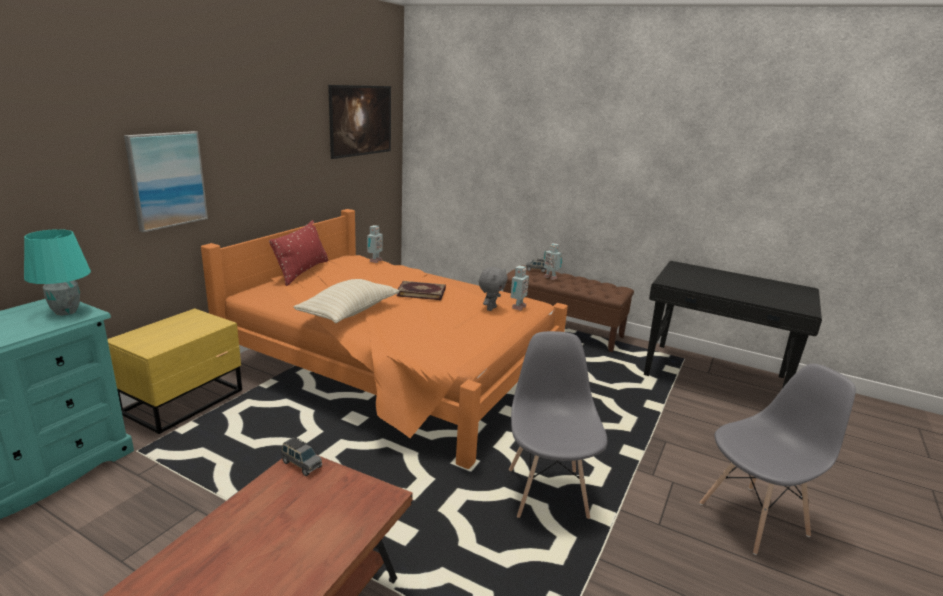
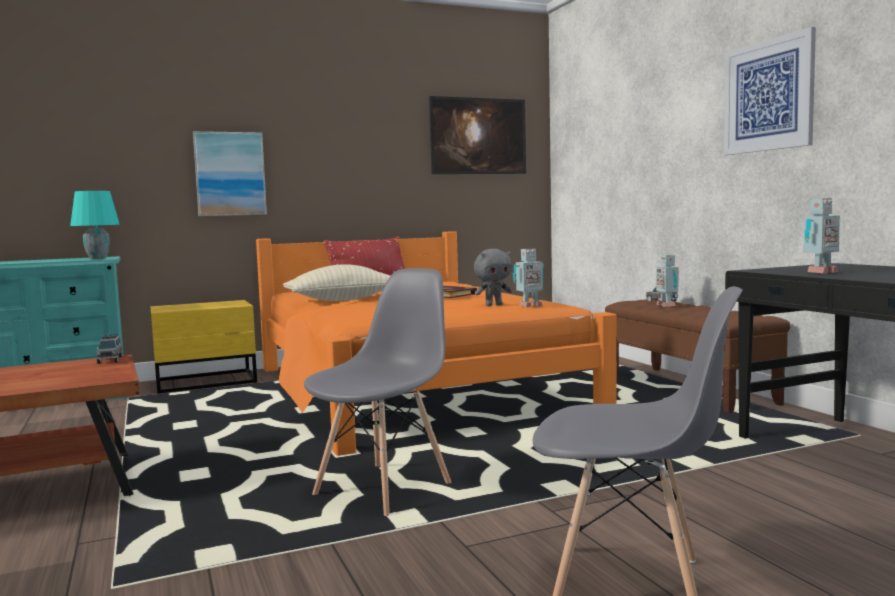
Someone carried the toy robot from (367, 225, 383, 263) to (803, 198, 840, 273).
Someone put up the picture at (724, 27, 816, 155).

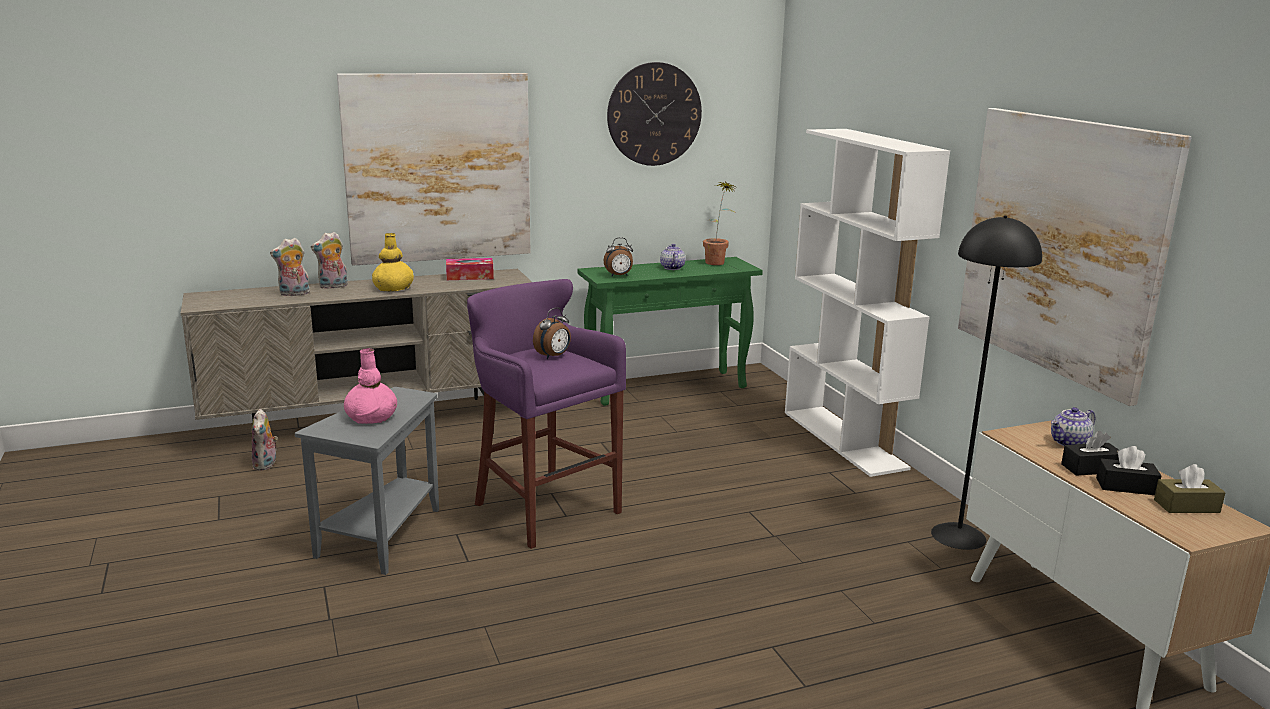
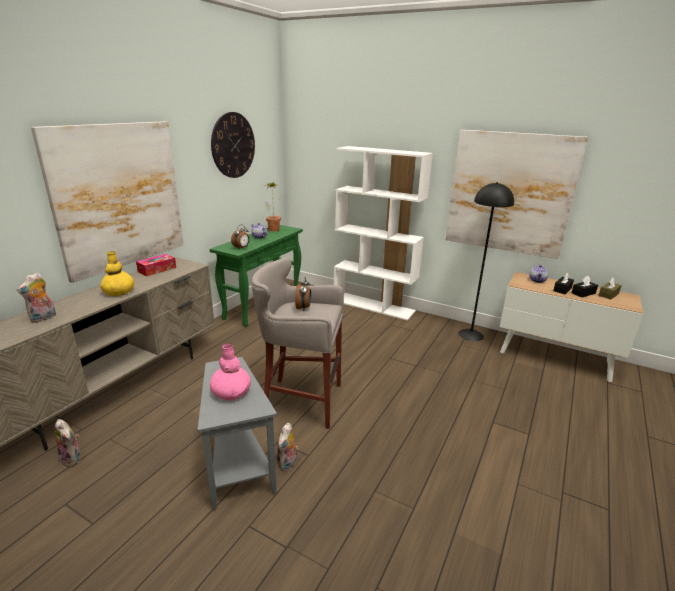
Someone carried the plush toy from (311, 232, 348, 289) to (277, 423, 298, 471).
Someone repainted the stool/purple at (467, 279, 626, 549), which became the stool/grey at (252, 257, 344, 429).

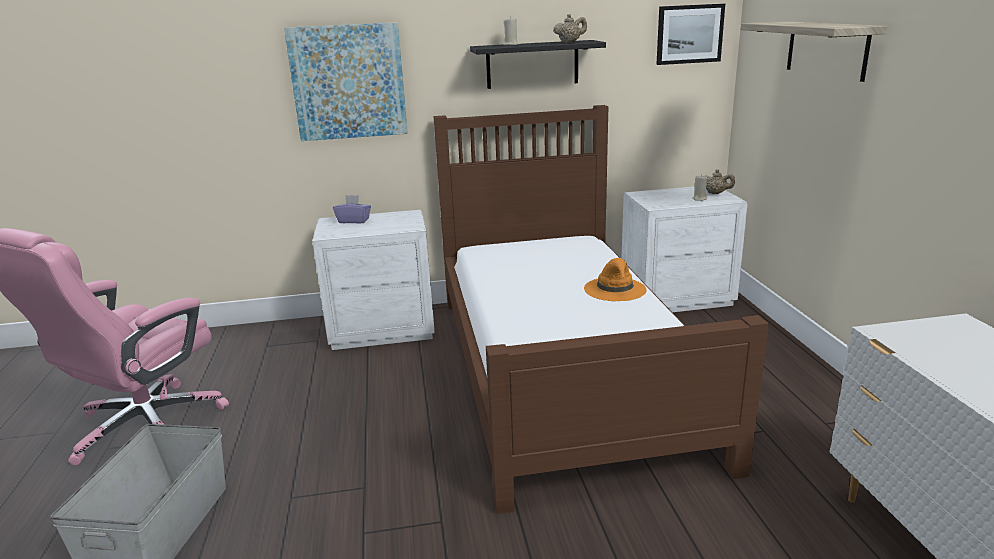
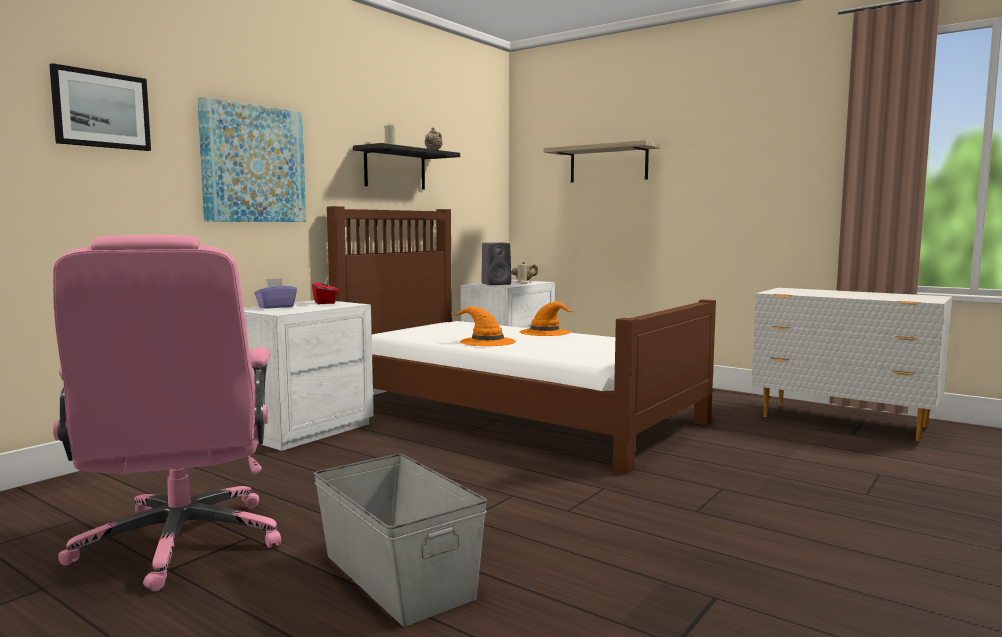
Someone carried the picture from (656, 4, 725, 65) to (49, 63, 151, 151).
Someone put down the speaker/grey at (481, 242, 511, 285).
Someone put down the tissue box/red at (312, 276, 338, 304).
Someone put down the hat/orange at (452, 307, 516, 346).

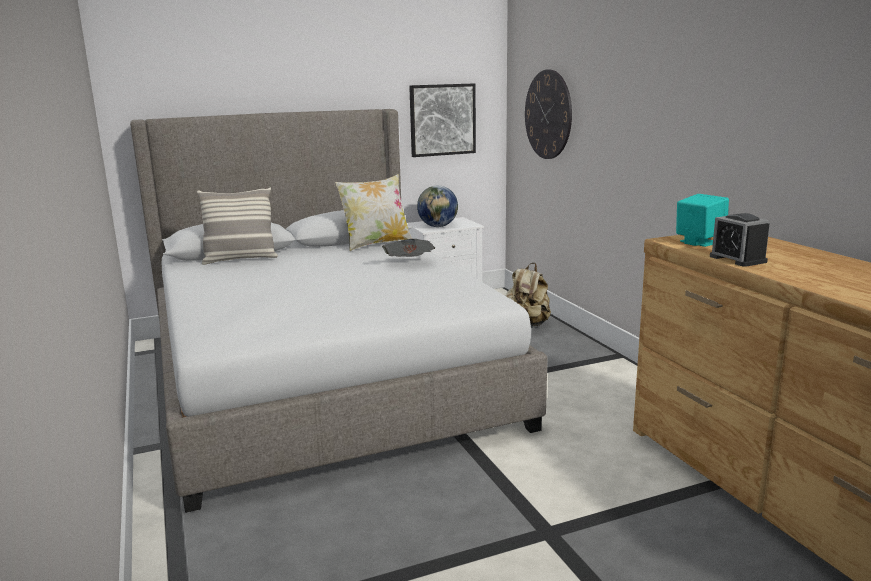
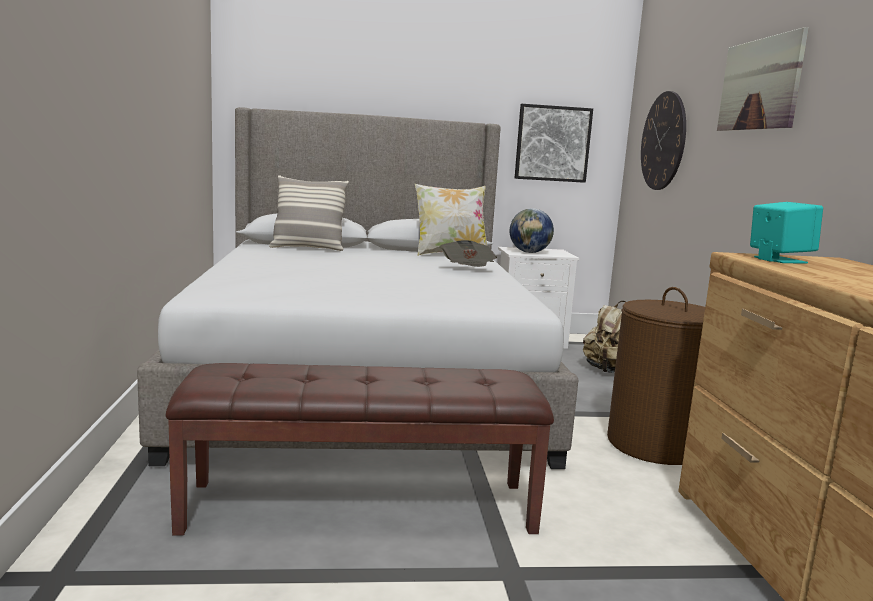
Someone took away the alarm clock at (710, 213, 770, 267).
Someone put up the picture at (717, 27, 809, 131).
Someone put down the laundry basket/brown at (607, 287, 705, 465).
Someone put down the bench/brown at (166, 363, 554, 536).

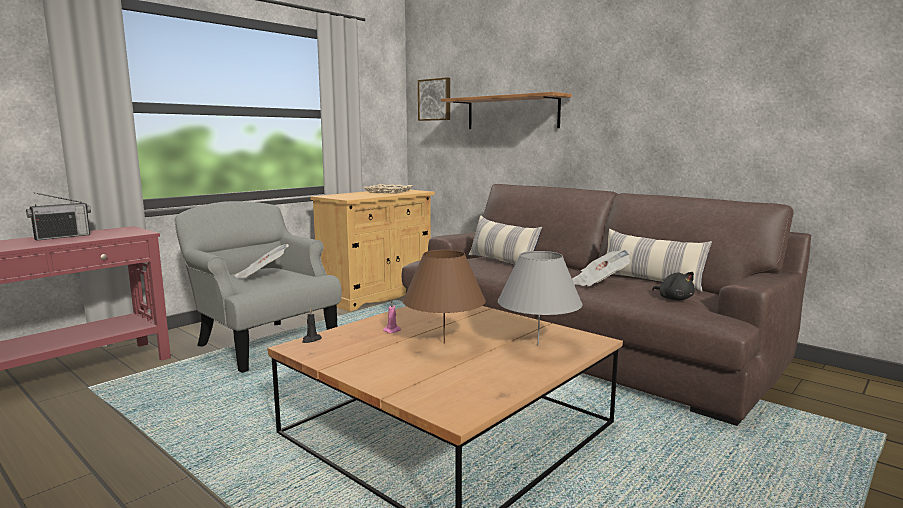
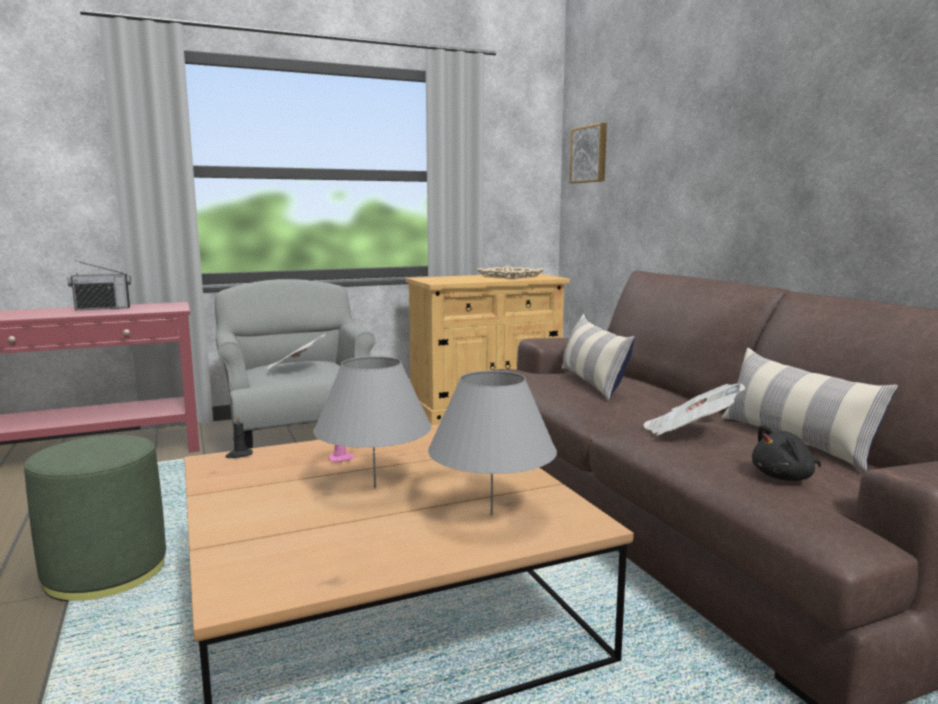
Someone took away the shelf at (441, 92, 572, 129).
Someone repainted the table lamp/brown at (403, 250, 486, 344), which became the table lamp/grey at (313, 356, 432, 488).
Someone rotated the plush toy/black at (652, 272, 695, 300) by 75 degrees clockwise.
Someone put down the ottoman/green at (24, 435, 166, 602).

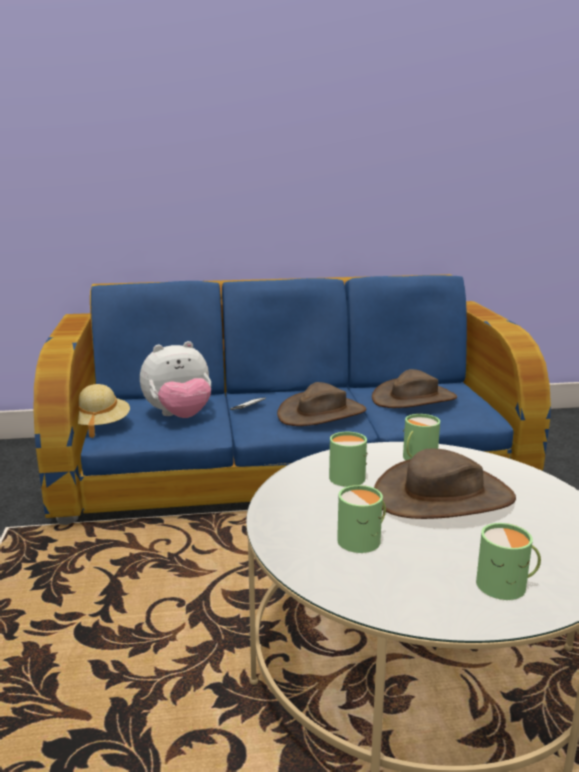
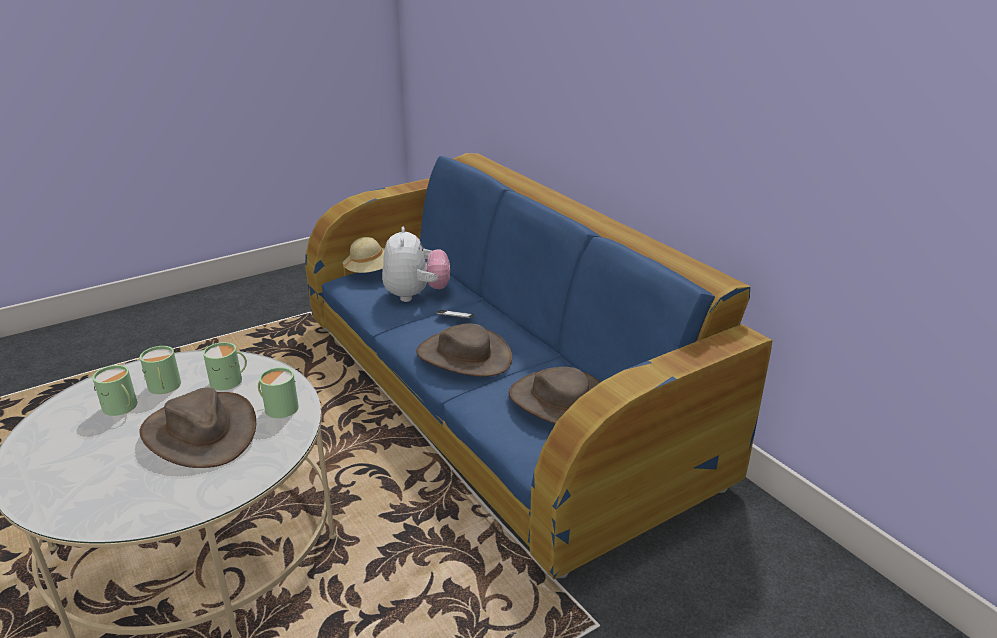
Someone rotated the plush toy at (140, 341, 211, 418) by 135 degrees counterclockwise.
Someone carried the mug/green from (476, 523, 541, 600) to (140, 346, 181, 394).

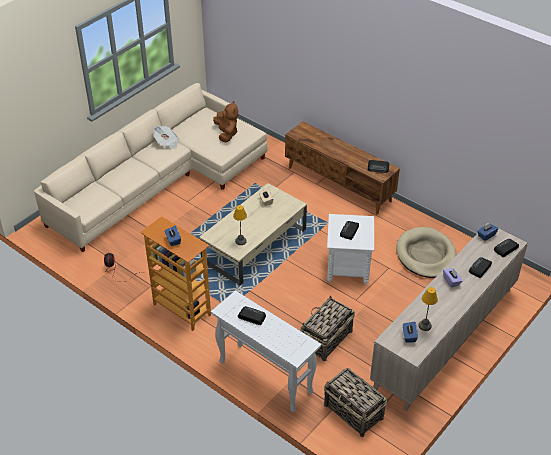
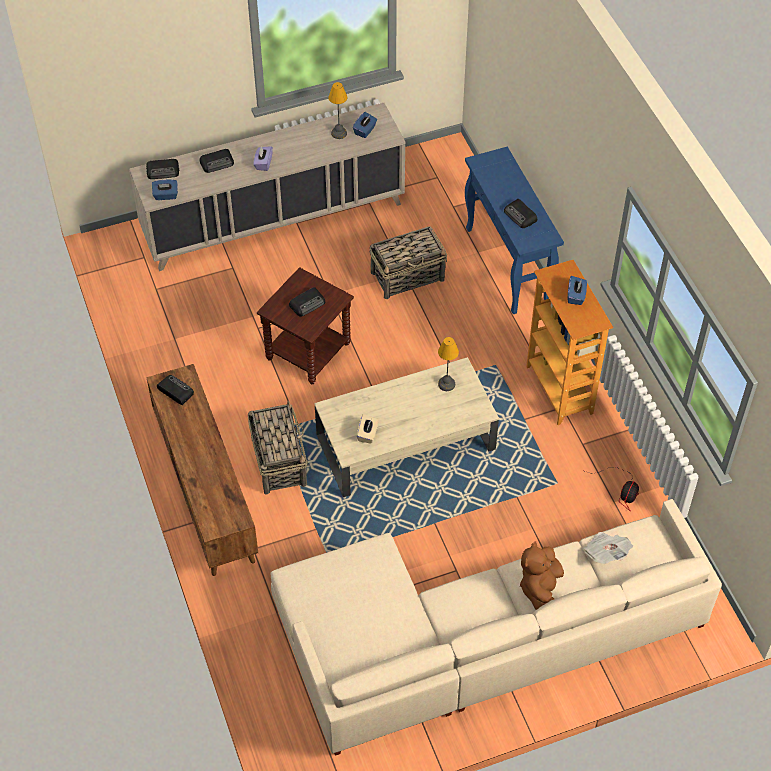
Someone carried the plush toy/brown from (213, 101, 238, 143) to (520, 541, 564, 610).
Someone carried the newspaper from (153, 126, 180, 149) to (583, 532, 633, 564).
Someone repainted the side table/white at (327, 214, 374, 284), which became the side table/brown at (257, 268, 354, 384).
Someone took away the dog bed/beige at (396, 227, 457, 278).
Someone repainted the console table/white at (211, 290, 321, 412), which became the console table/blue at (465, 147, 564, 314).
Someone carried the basket from (324, 368, 387, 437) to (248, 401, 309, 495).

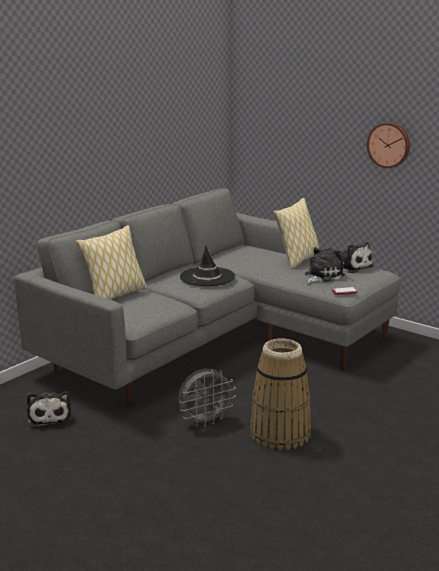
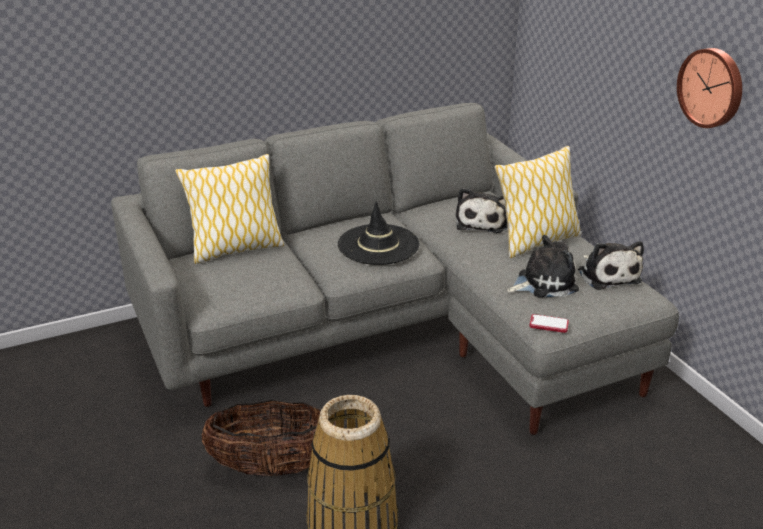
Someone swapped the fan/grey at (178, 369, 236, 427) for the basket at (202, 400, 336, 476).
Someone carried the plush toy from (27, 391, 72, 428) to (456, 188, 507, 233).

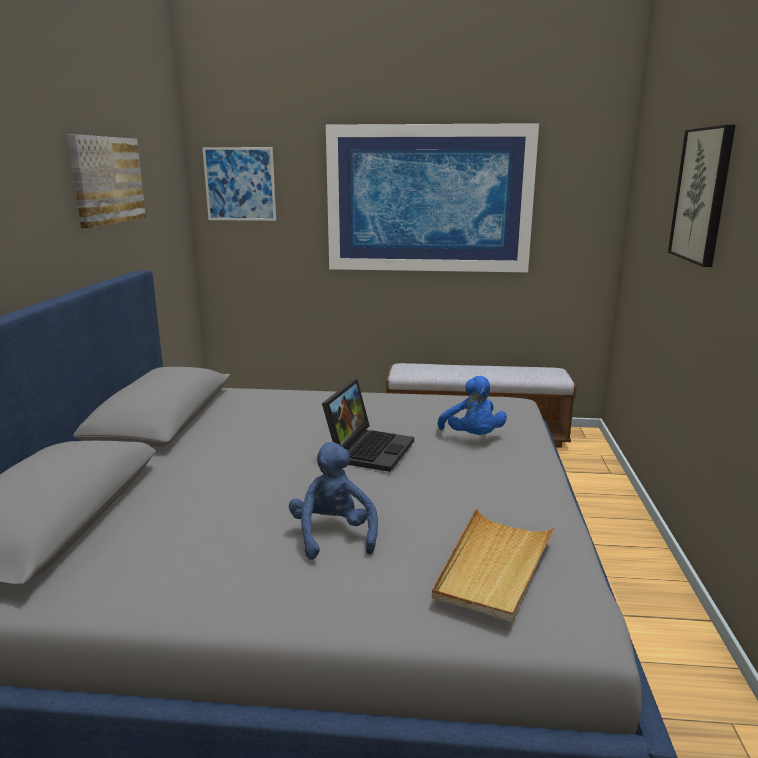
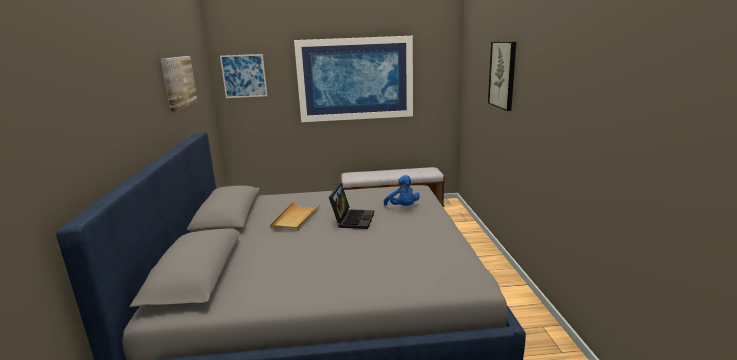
Someone took away the plush toy/blue at (289, 442, 378, 560).
Someone carried the tray/beige from (432, 508, 555, 623) to (270, 202, 321, 231).

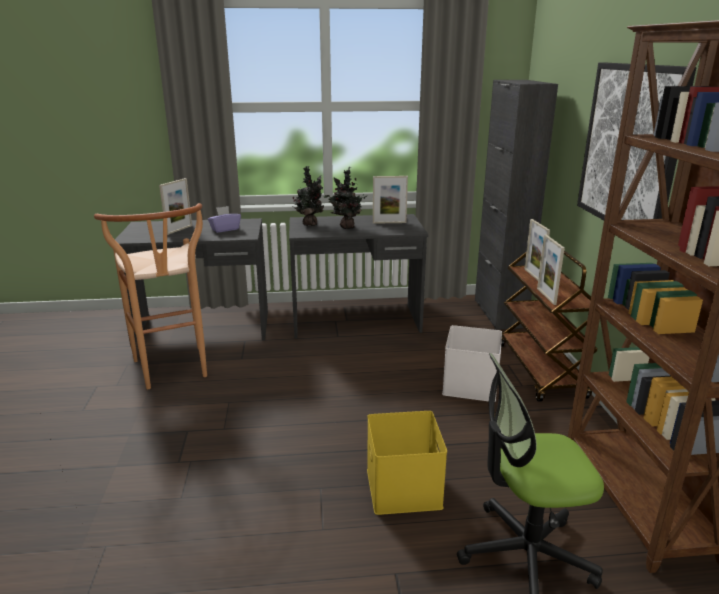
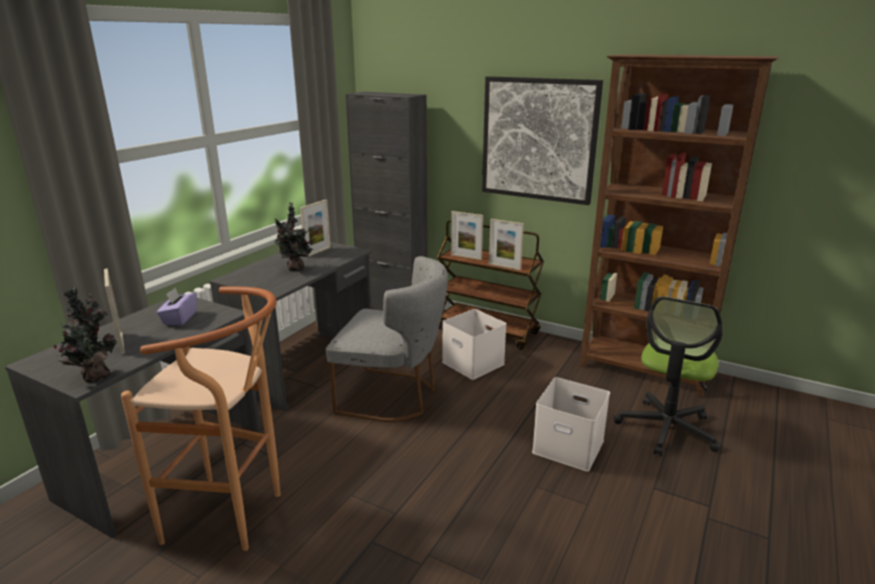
Someone carried the potted plant from (292, 166, 324, 226) to (53, 287, 118, 382).
Someone repainted the storage box/yellow at (367, 411, 447, 515), which became the storage box/white at (532, 377, 610, 472).
Someone put down the chair/grey at (326, 256, 448, 422).

